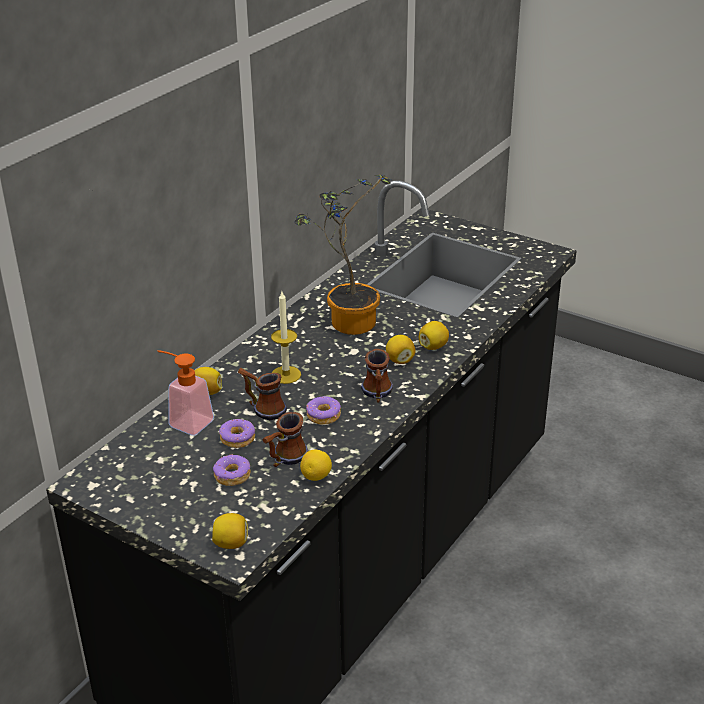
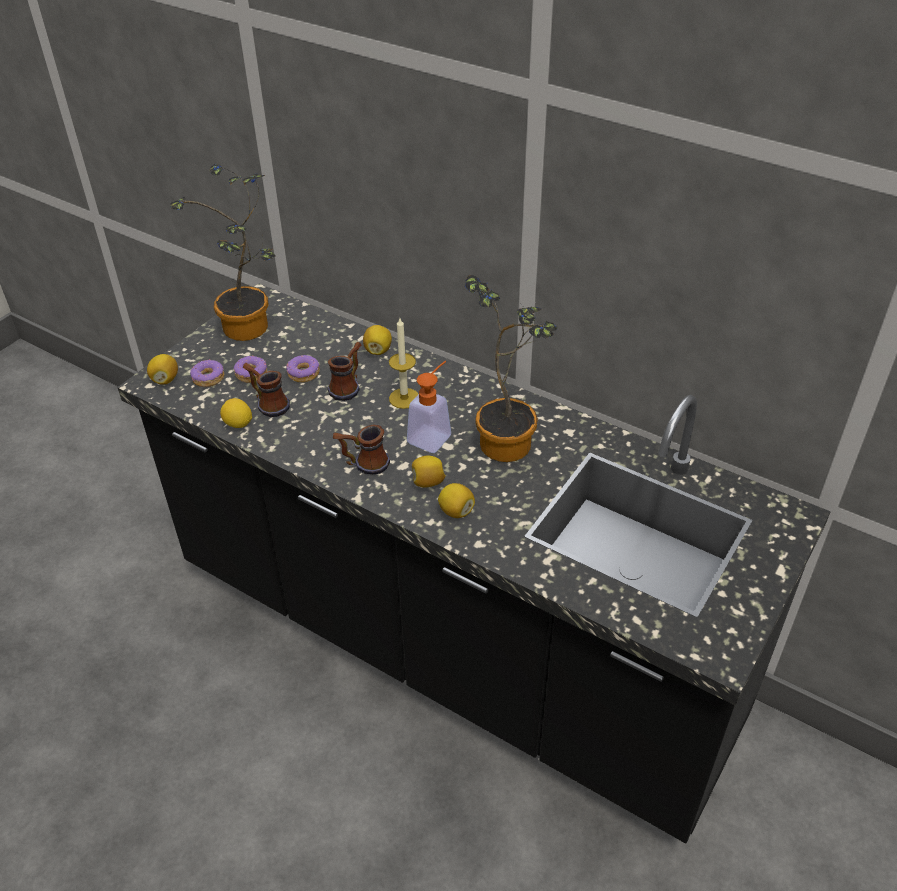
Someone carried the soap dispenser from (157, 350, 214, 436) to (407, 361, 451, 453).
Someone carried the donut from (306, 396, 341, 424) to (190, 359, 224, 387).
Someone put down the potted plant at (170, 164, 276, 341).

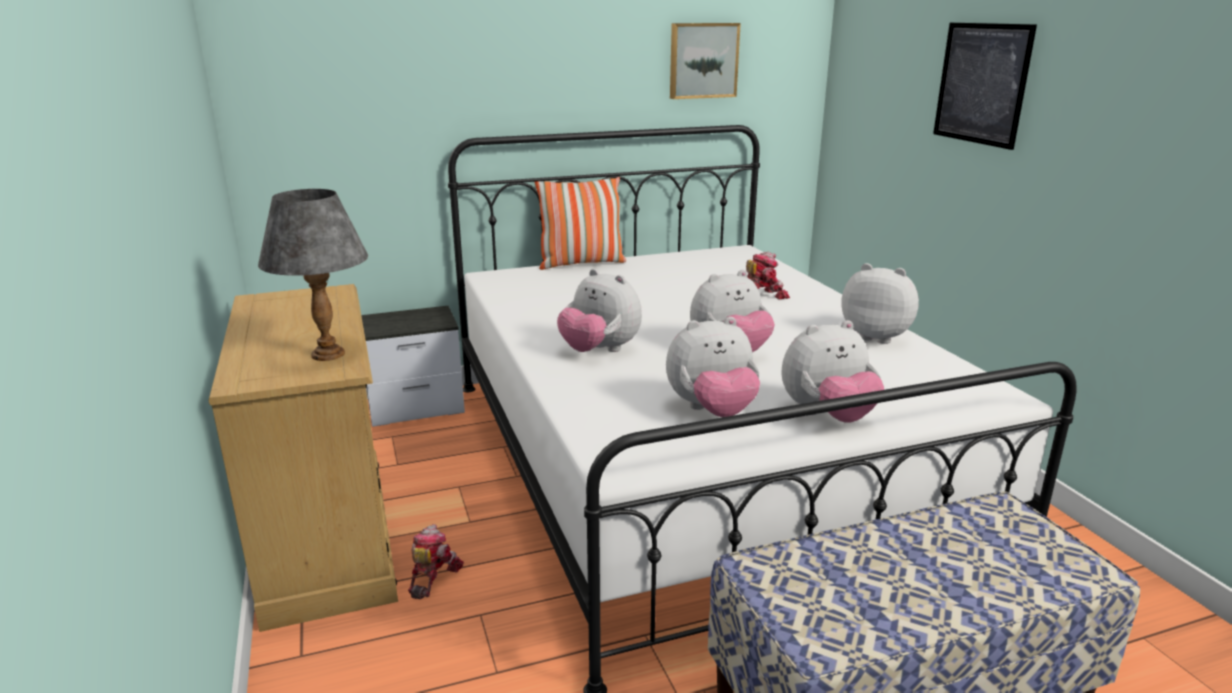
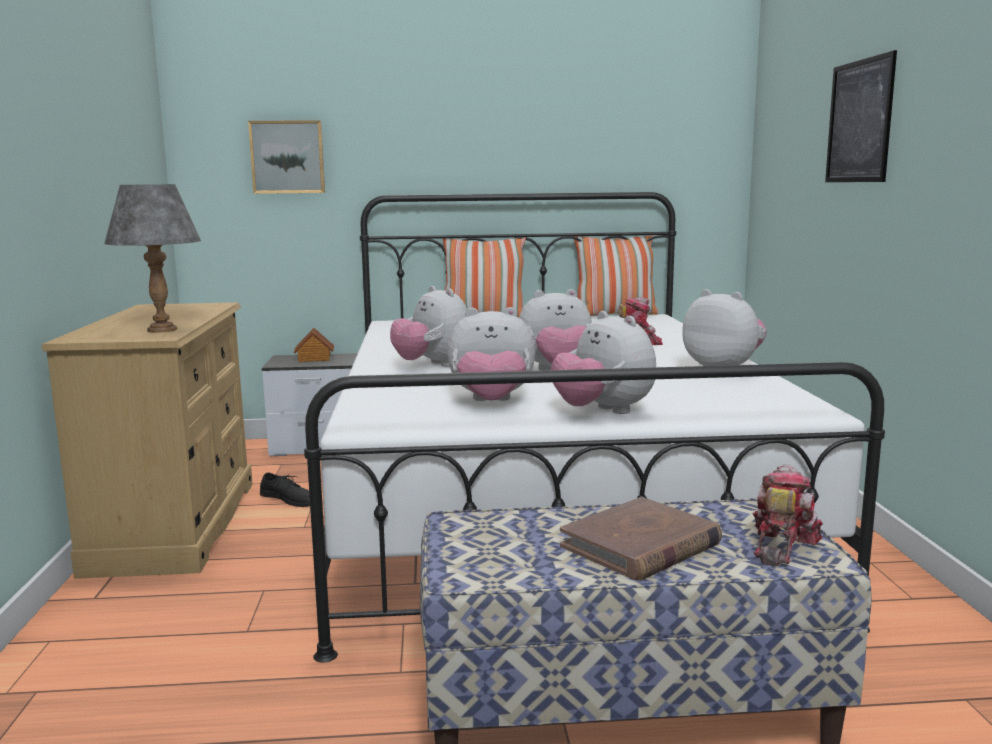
Someone carried the picture from (670, 23, 741, 99) to (248, 120, 325, 194).
Someone rotated the plush toy at (781, 320, 884, 423) by 60 degrees clockwise.
Someone carried the toy robot from (408, 524, 464, 600) to (752, 464, 823, 566).
Someone put down the pillow at (574, 235, 659, 316).
Someone put down the toy house at (294, 328, 334, 362).
Someone put down the shoe/black at (260, 472, 310, 507).
Someone put down the book/brown at (560, 497, 722, 580).

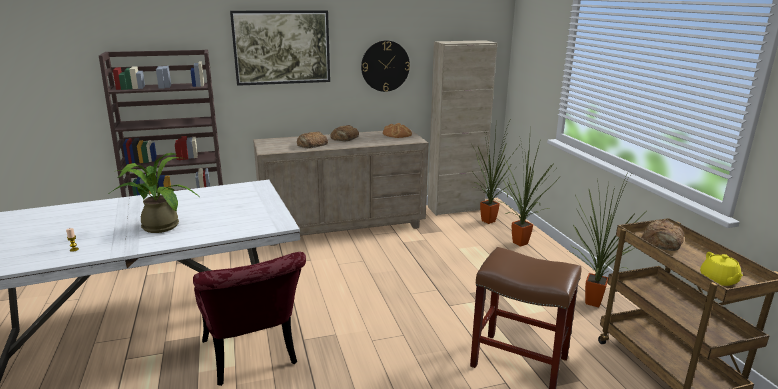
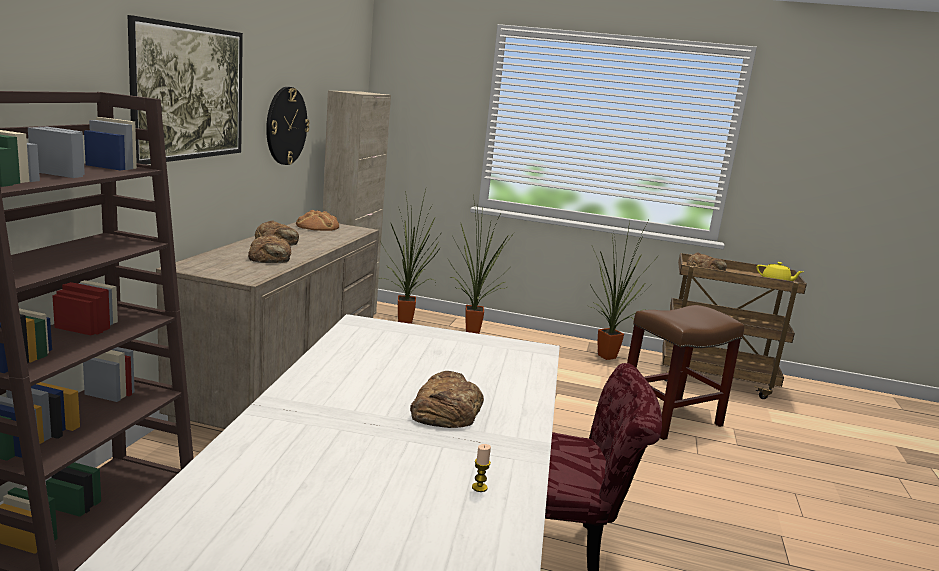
Someone swapped the potted plant at (108, 153, 198, 233) for the bread at (410, 371, 484, 428).

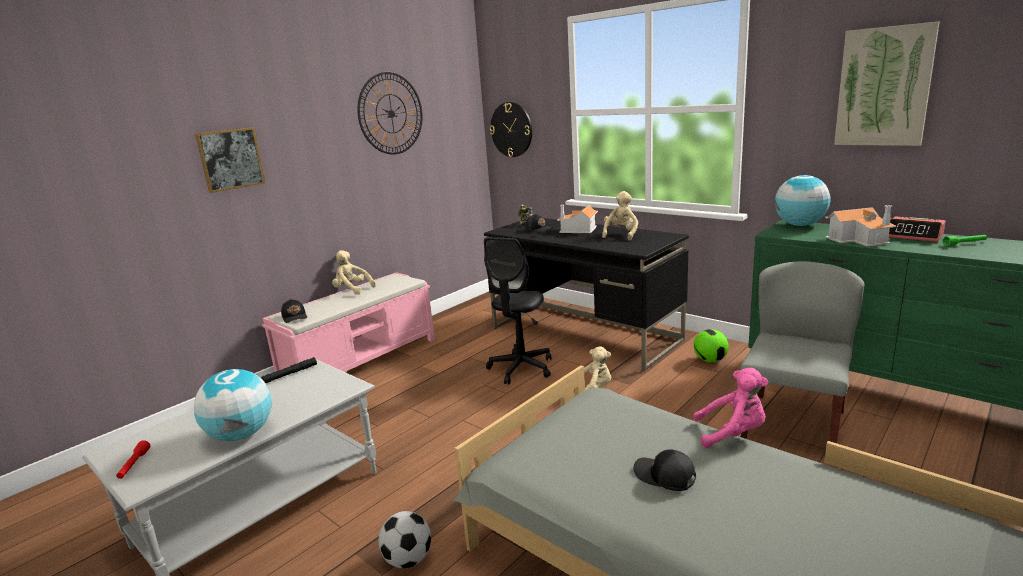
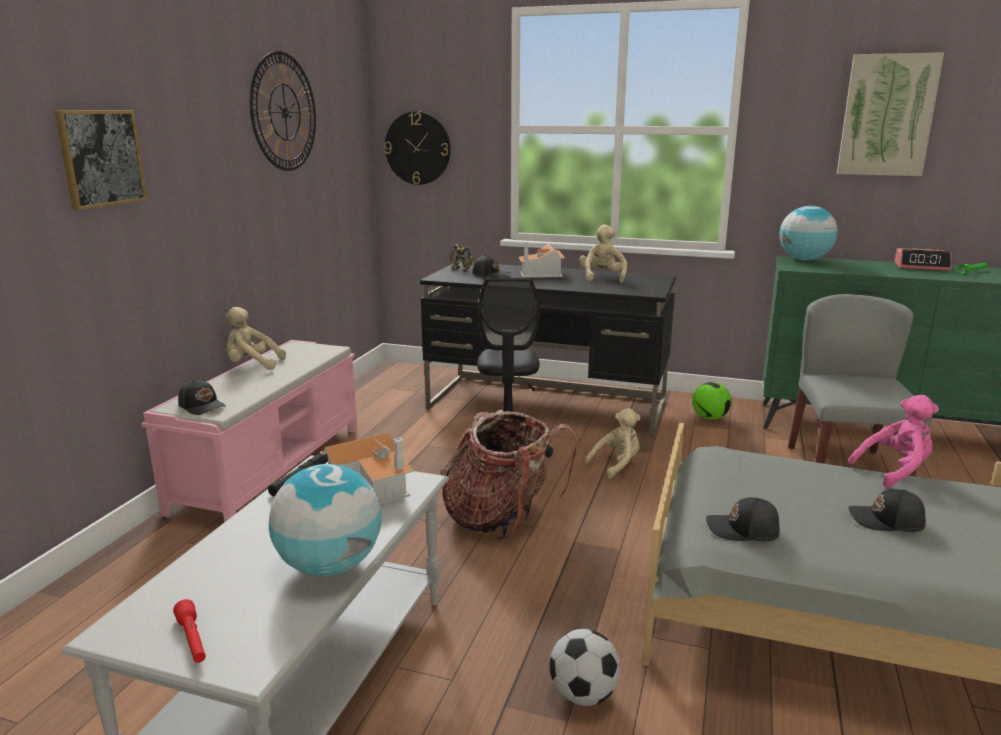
Someone carried the toy house from (825, 205, 896, 247) to (320, 433, 413, 505).
Someone put down the backpack at (441, 410, 578, 541).
Someone put down the cap/black at (706, 497, 780, 541).

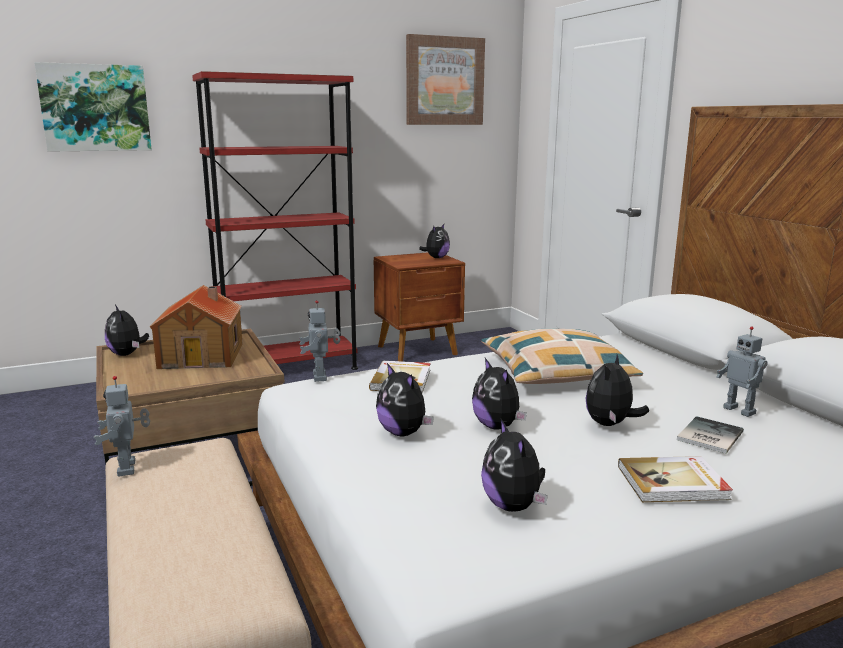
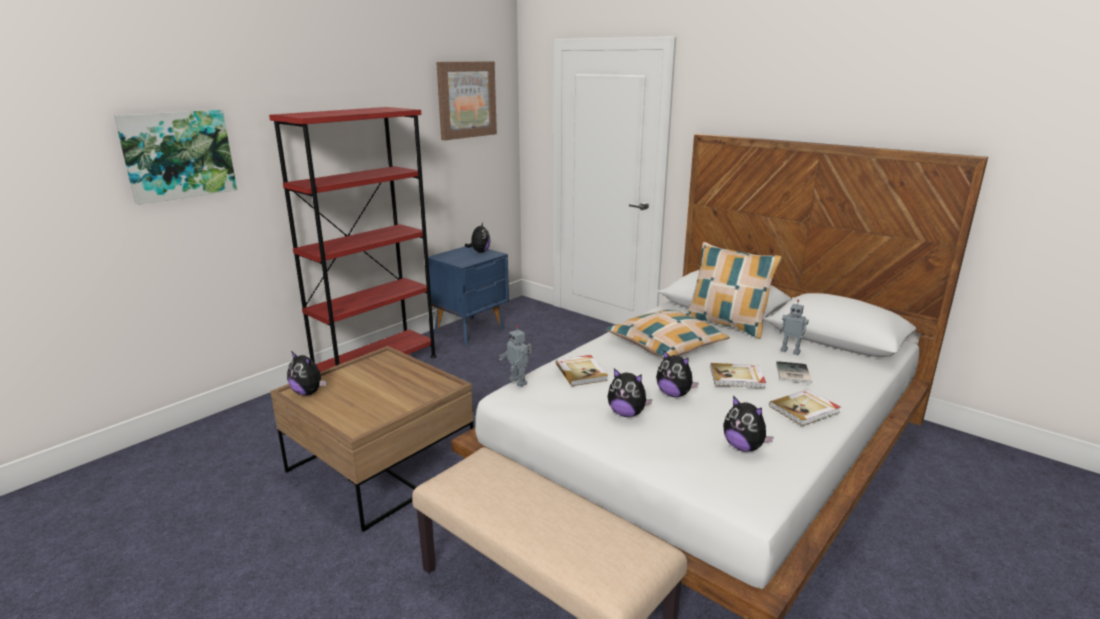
Someone repainted the nightstand/brown at (374, 252, 465, 362), which became the nightstand/blue at (428, 246, 509, 345).
Someone took away the toy house at (150, 285, 243, 369).
Someone swapped the plush toy at (586, 355, 649, 426) for the book at (710, 363, 766, 388).
Someone took away the toy robot at (94, 376, 150, 477).
Someone put down the pillow at (686, 242, 782, 339).

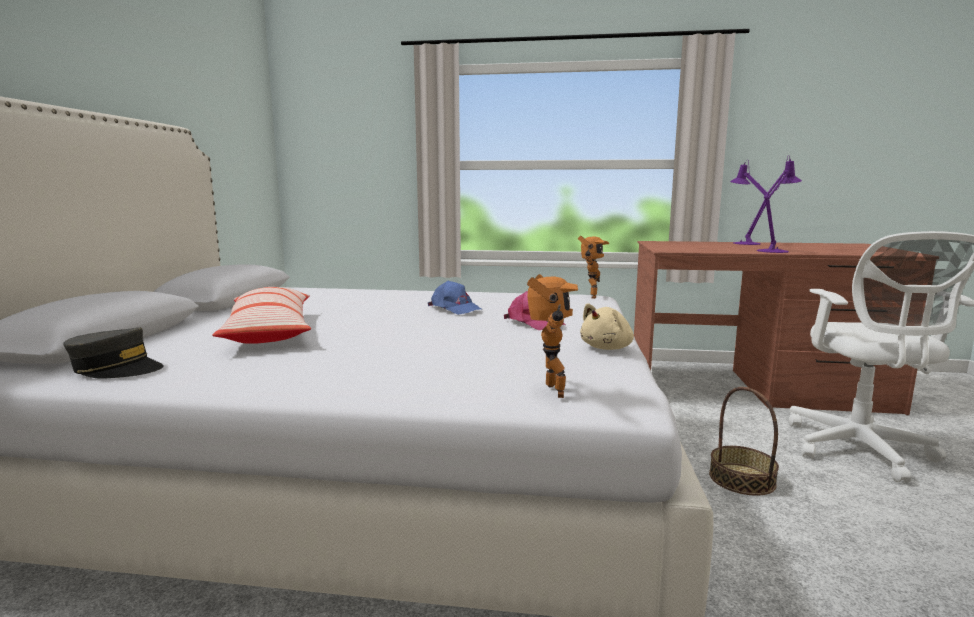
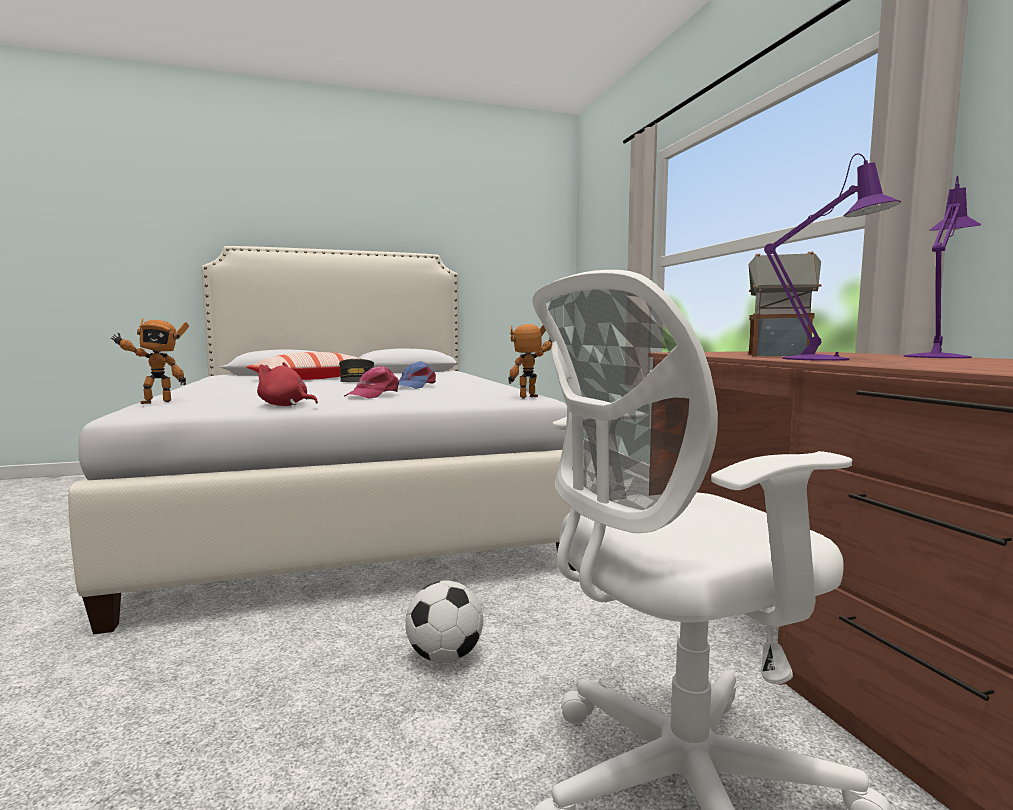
Someone rotated the toy robot at (578, 236, 609, 299) by 150 degrees clockwise.
Someone repainted the plush toy/beige at (580, 303, 634, 350), which became the plush toy/red at (257, 362, 318, 406).
Someone carried the cap/grey from (63, 328, 164, 379) to (339, 359, 374, 382).
Someone swapped the basket at (709, 387, 779, 496) for the football at (405, 580, 483, 663).
Someone put down the toy house at (748, 251, 821, 357).

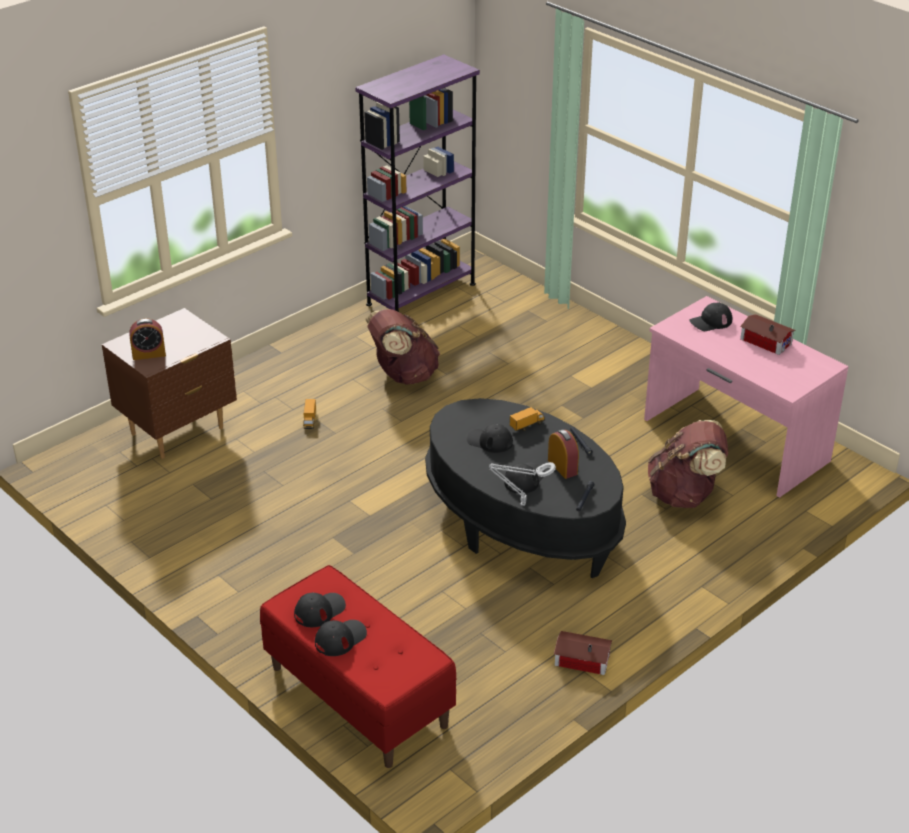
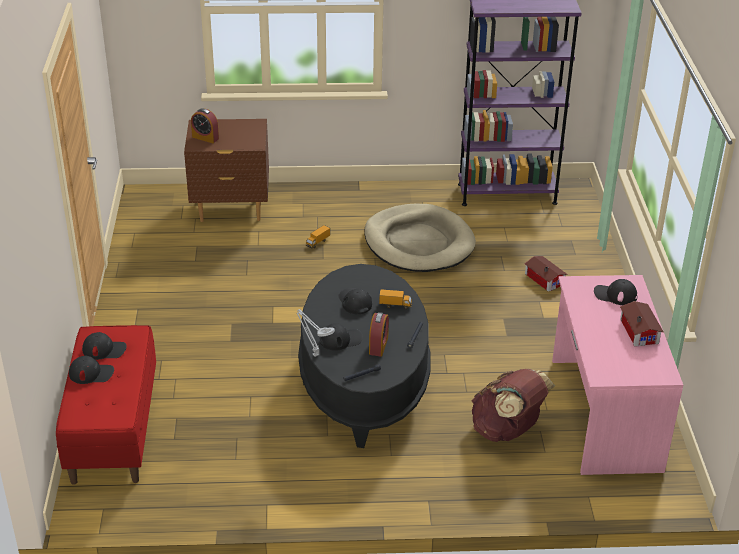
Someone swapped the backpack/brown at (365, 309, 440, 384) for the dog bed/beige at (364, 204, 476, 272).
Someone carried the toy house from (554, 631, 612, 675) to (524, 256, 567, 292).

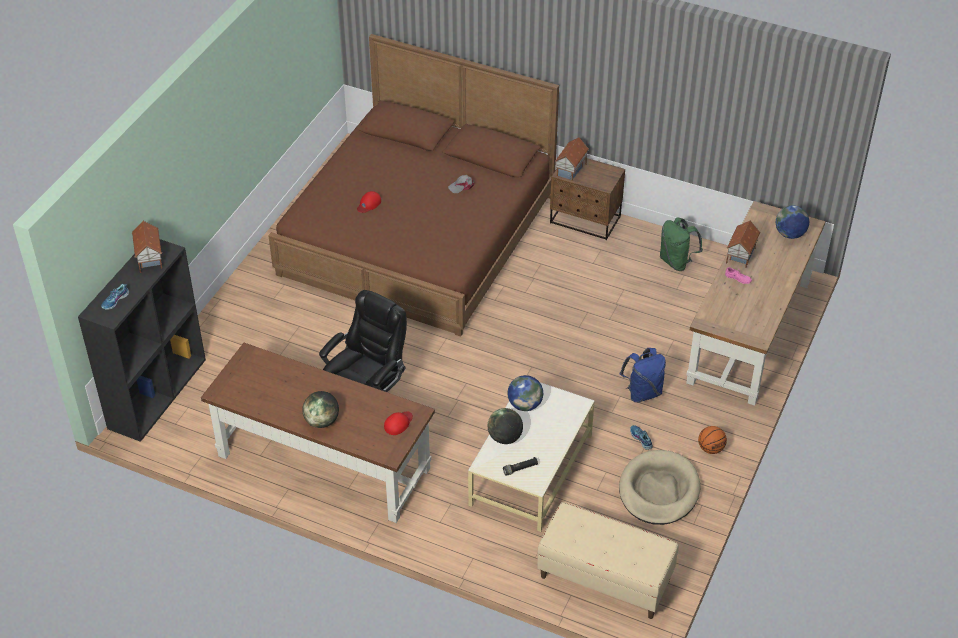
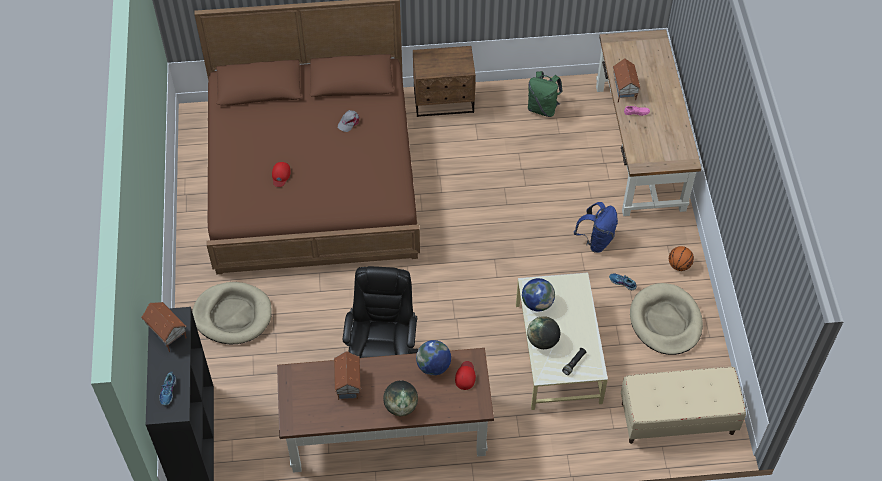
Someone carried the toy house from (555, 137, 589, 181) to (334, 351, 361, 400).
Someone carried the globe from (776, 205, 809, 239) to (416, 340, 451, 376).
Someone put down the dog bed/beige at (192, 282, 272, 344).

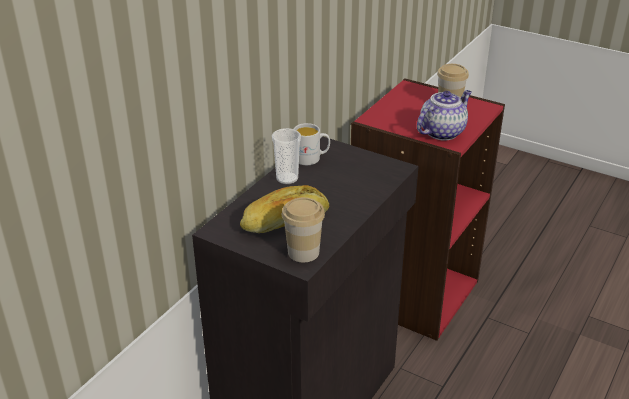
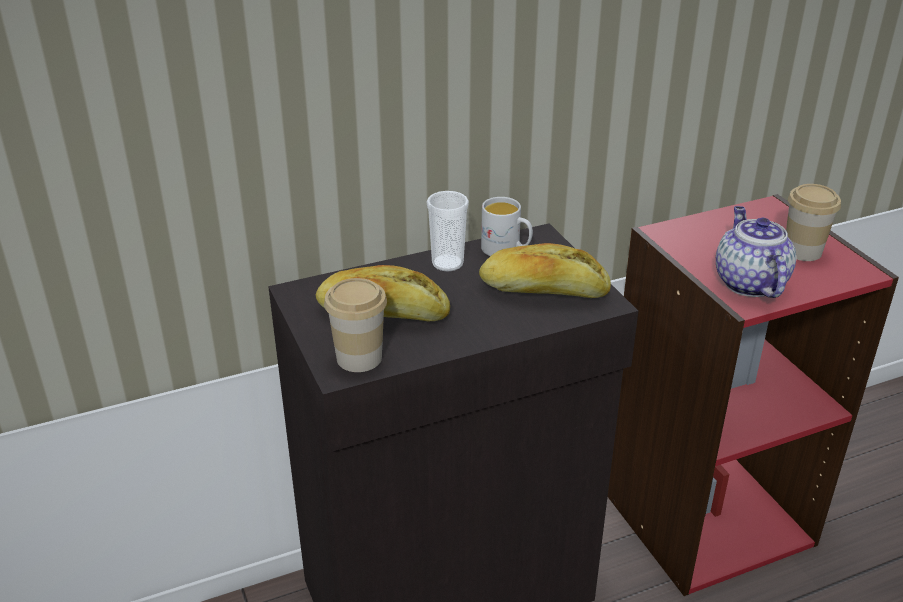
Someone rotated the teapot at (417, 90, 472, 141) by 90 degrees counterclockwise.
Someone put down the bread at (479, 243, 611, 298).

